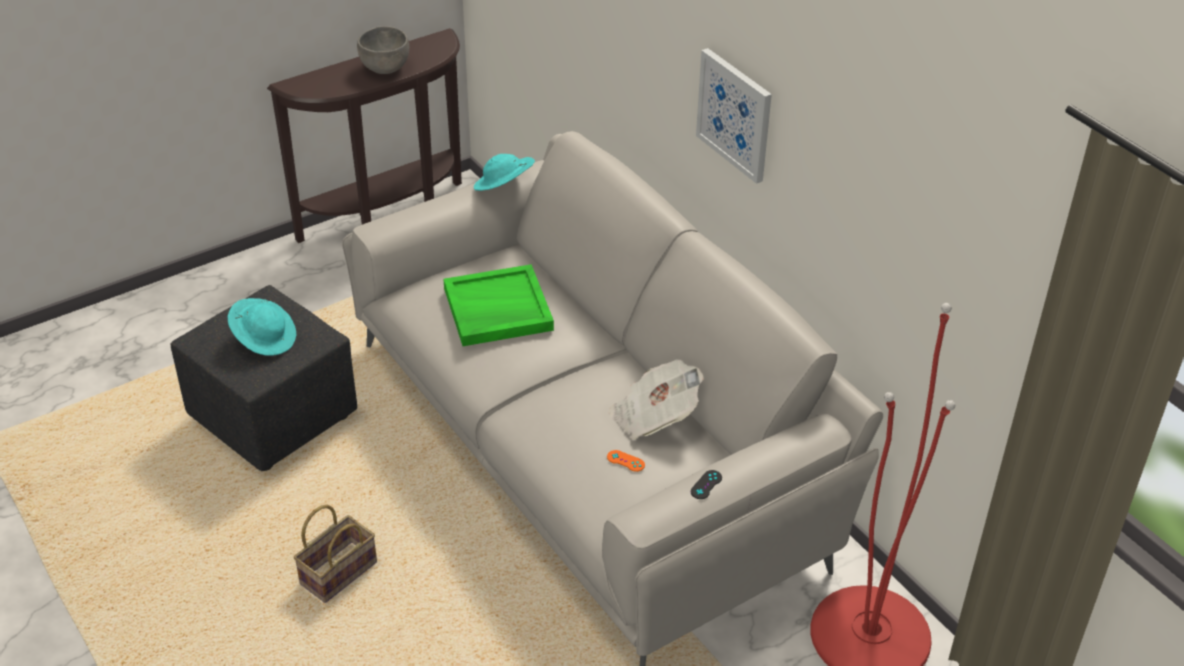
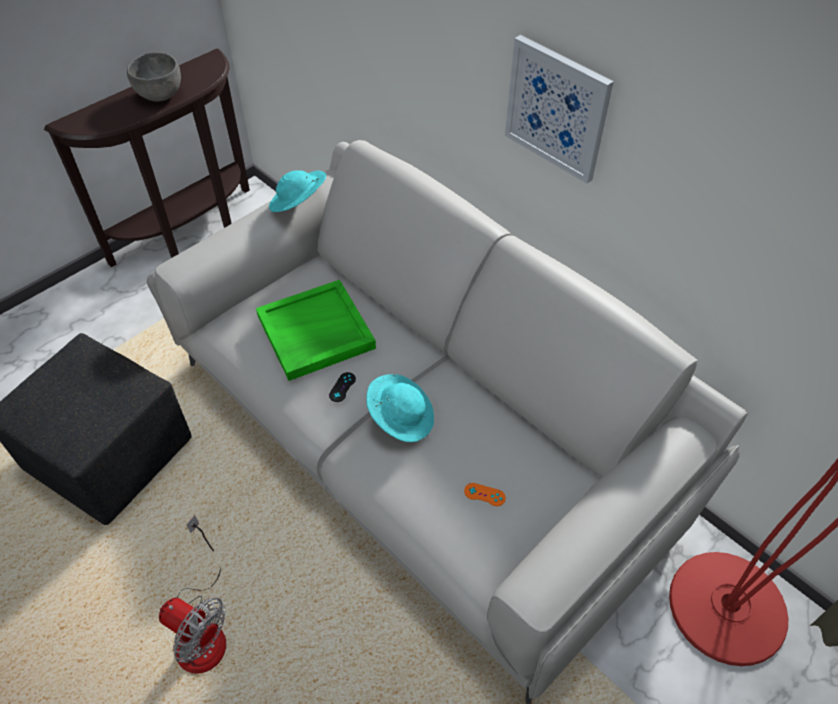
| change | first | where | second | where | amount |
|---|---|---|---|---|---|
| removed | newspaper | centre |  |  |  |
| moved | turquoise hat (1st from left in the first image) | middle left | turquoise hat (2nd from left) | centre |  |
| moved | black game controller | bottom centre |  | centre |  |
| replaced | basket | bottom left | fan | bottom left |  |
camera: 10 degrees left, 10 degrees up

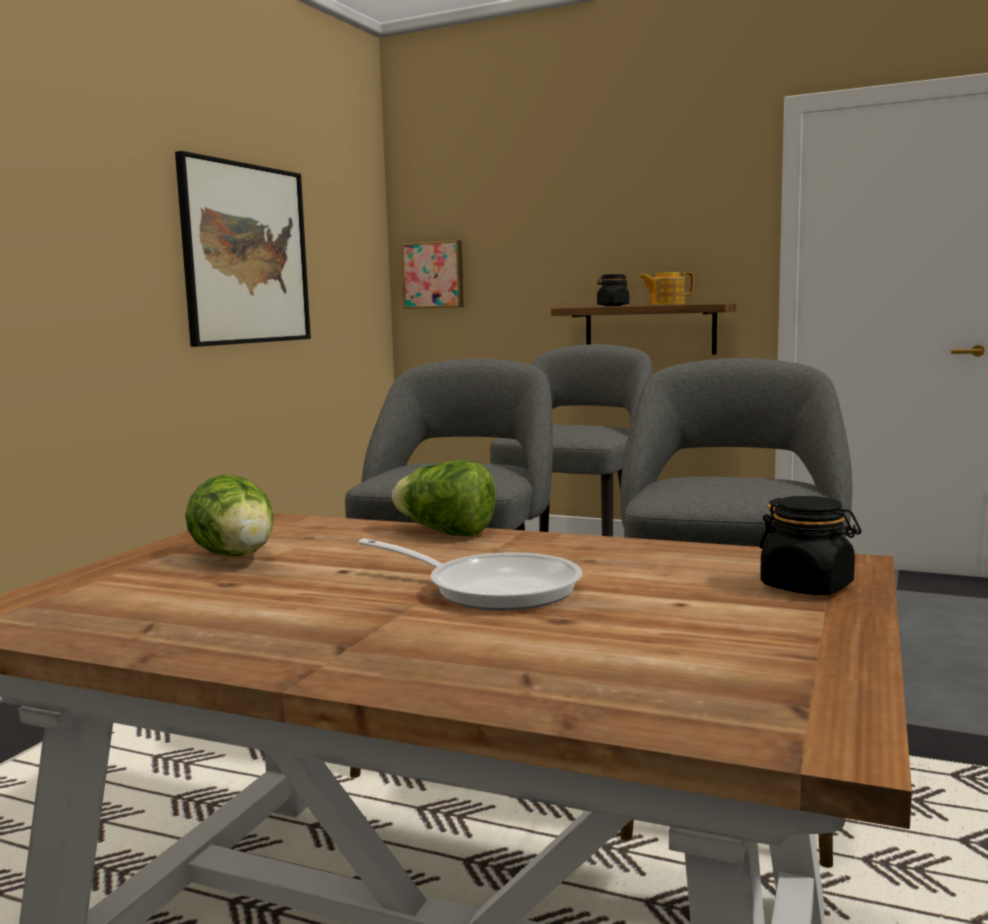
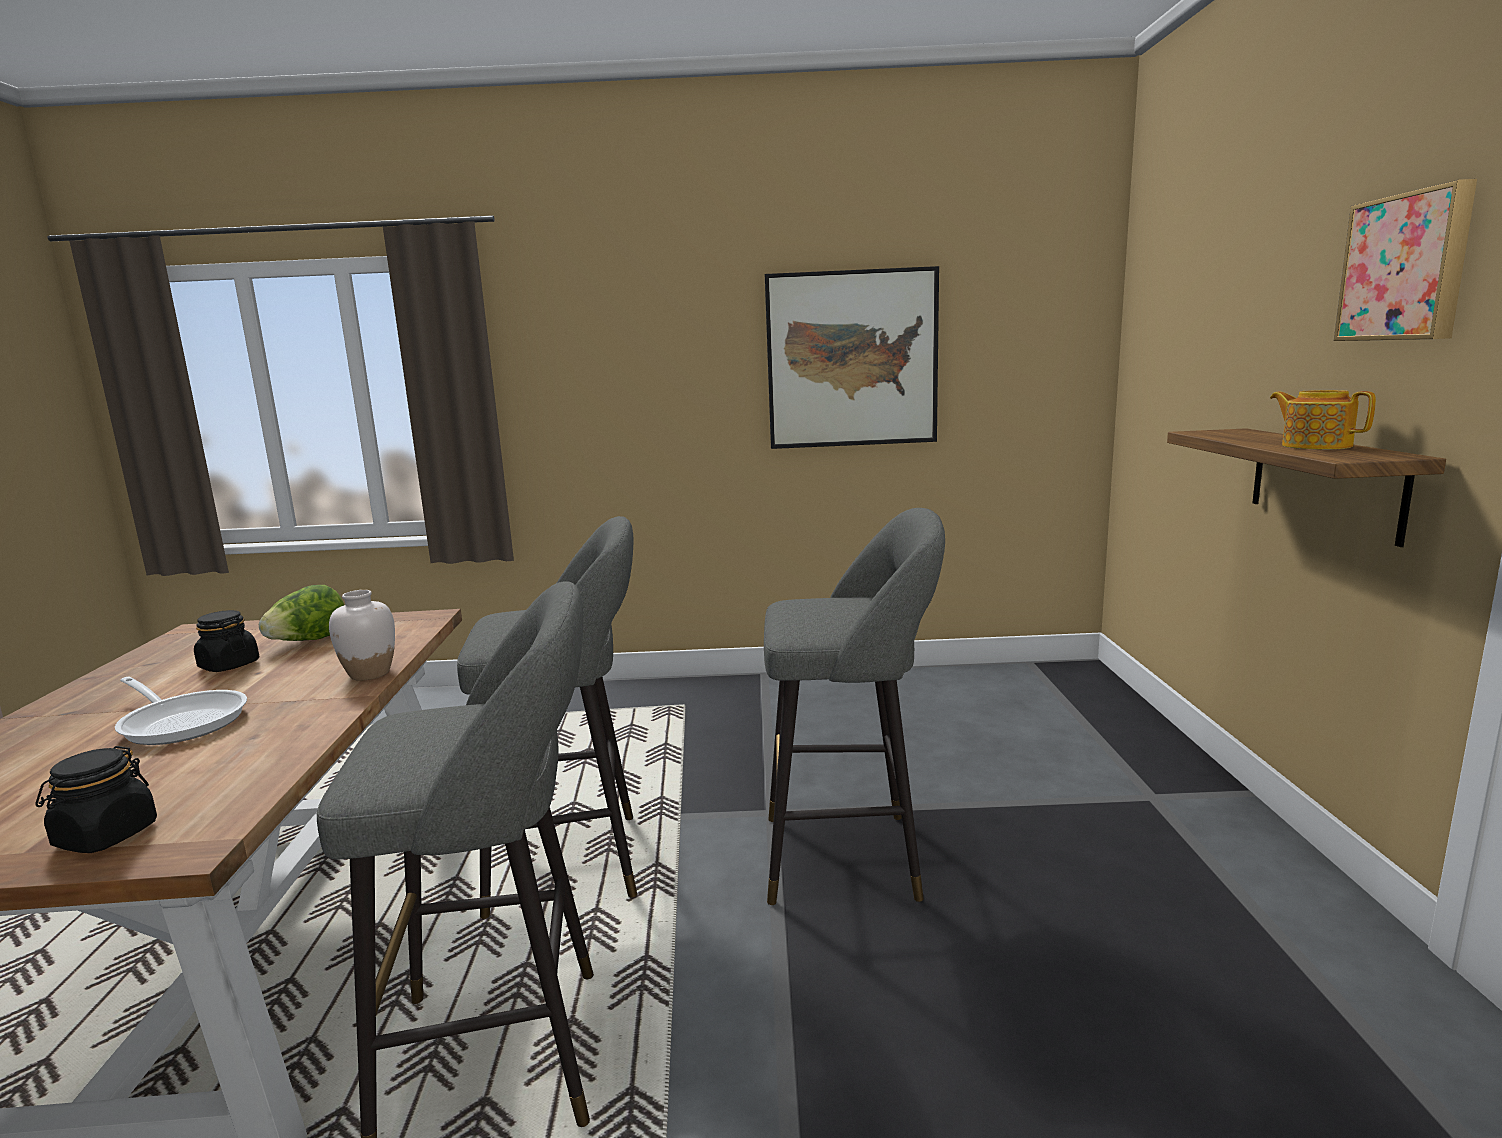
| change | first | where | second | where | amount |
|---|---|---|---|---|---|
| moved | picture (2nd from left) | top centre |  | top right |  |
| moved | black jar (1st from left in the first image) | top centre | black jar (2nd from left) | middle left |  |
| replaced | lettuce (2nd from left) | centre | white vase | middle left |  |
| turned | frying pan | centre |  | middle left | 60 degrees counterclockwise |
camera: 65 degrees right, 5 degrees up

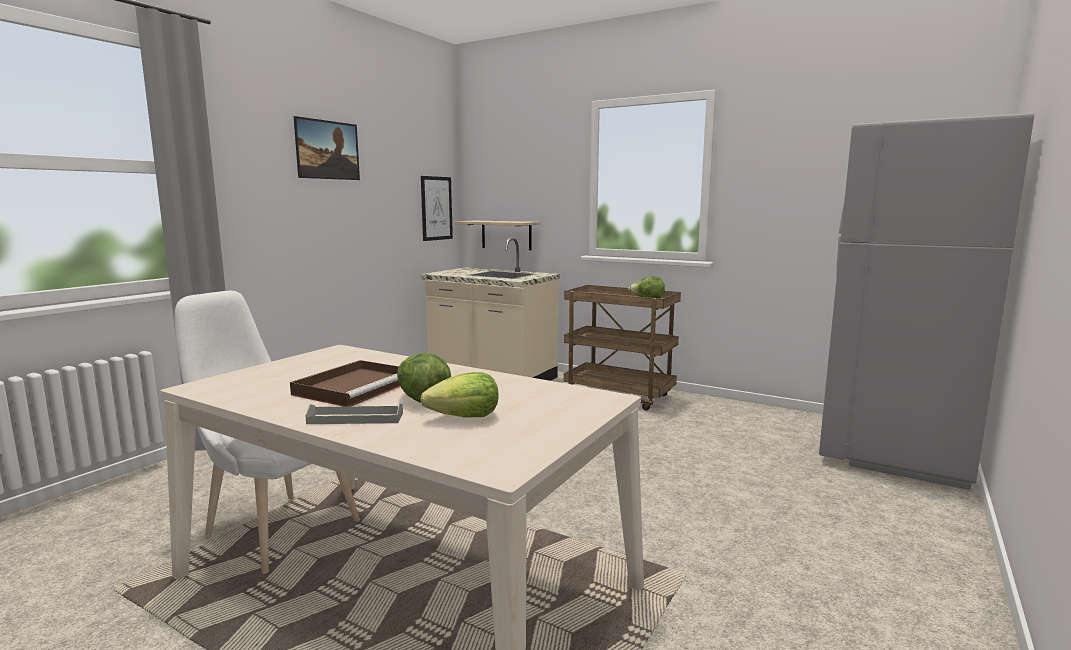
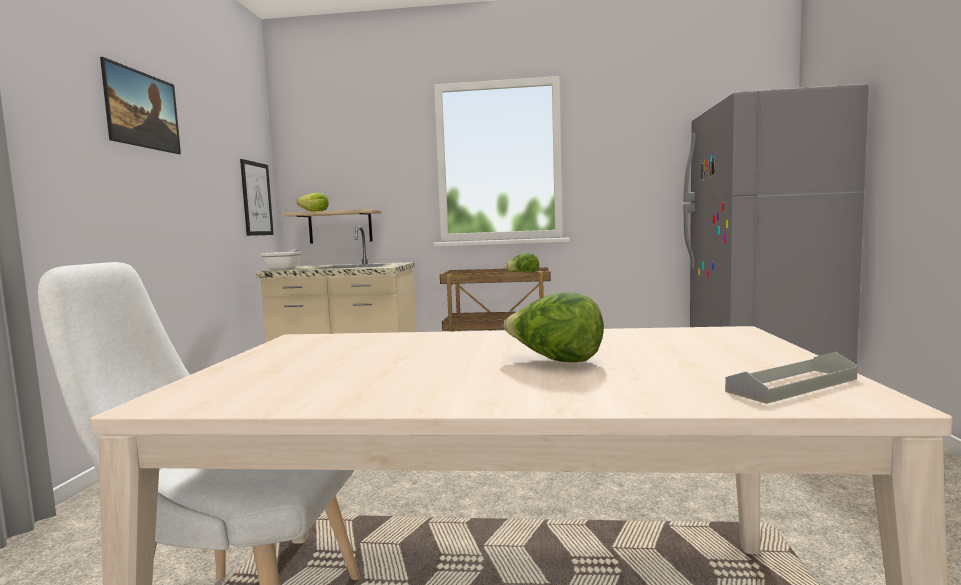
| change | first | where | second | where | amount |
|---|---|---|---|---|---|
| removed | brown tray | middle left |  |  |  |
| added |  |  | frying pan | middle left |  |
| moved | grey tray | middle left |  | middle right |  |
| moved | lettuce (2nd from left in the first image) | centre | lettuce (1st from left) | middle left |  |
camera: 25 degrees left, 5 degrees down

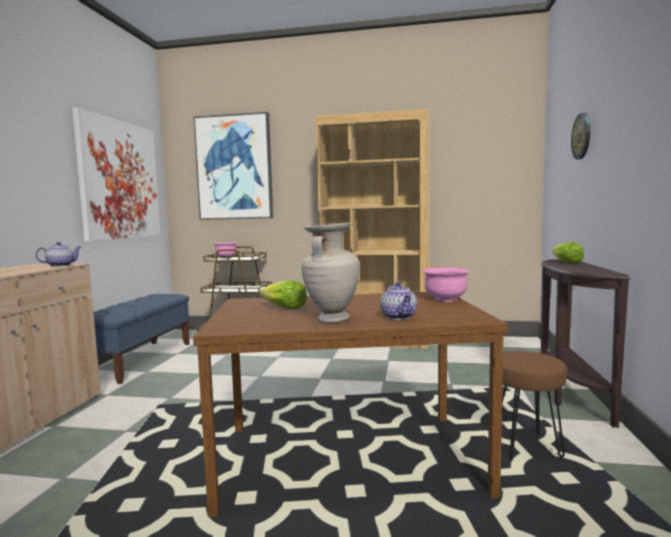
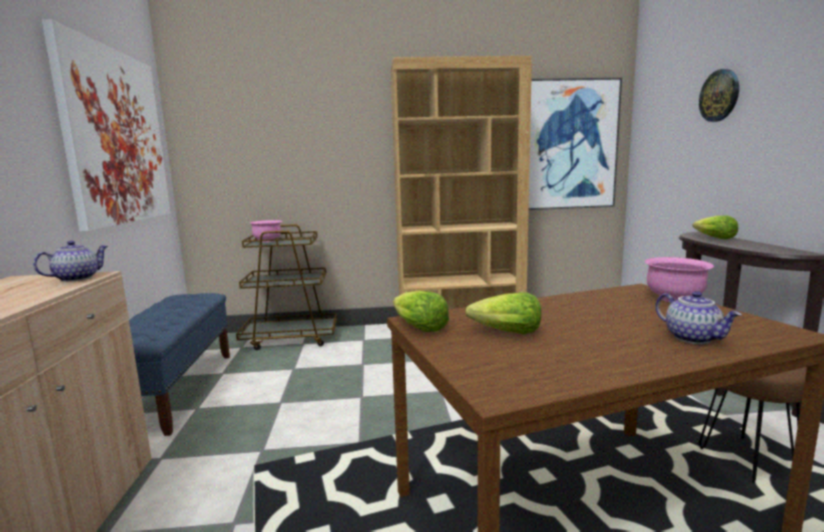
| change | first | where | second | where | amount |
|---|---|---|---|---|---|
| removed | beige vase | centre |  |  |  |
| added |  |  | lettuce (1st from left) | centre |  |
| moved | picture (2nd from left) | top centre |  | top right |  |
camera: 15 degrees left, 5 degrees up

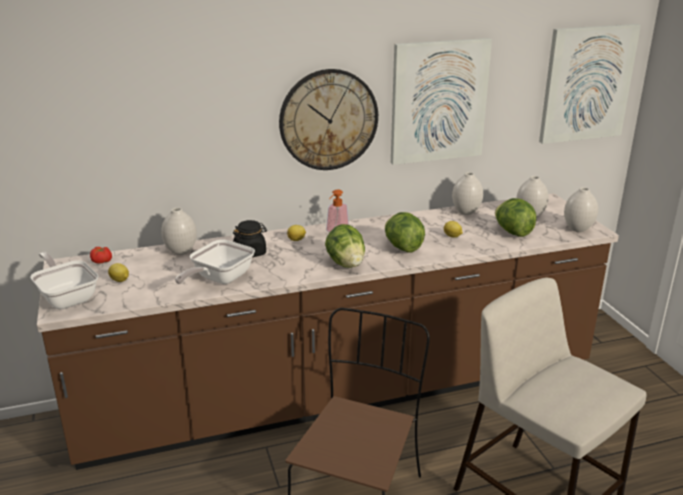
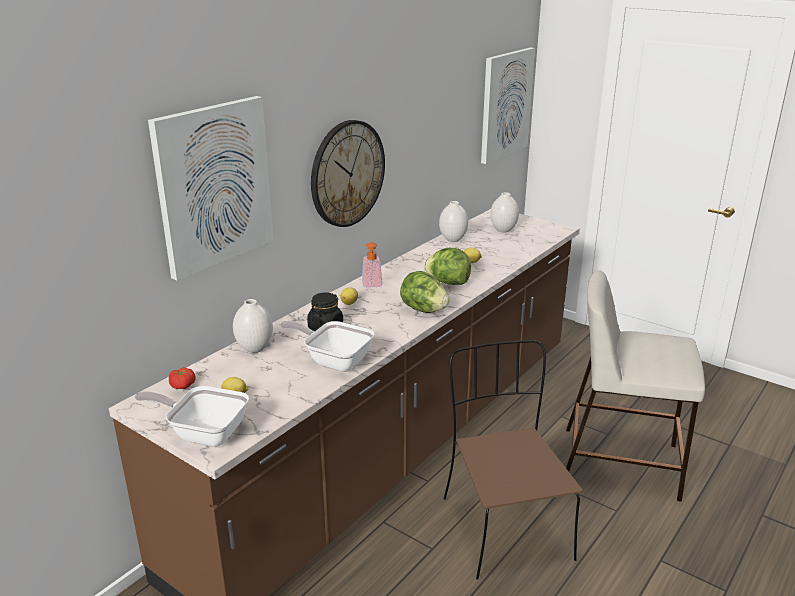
| change | first | where | second | where | amount |
|---|---|---|---|---|---|
| removed | lettuce (3rd from left) | middle right |  |  |  |
| removed | white vase (4th from left) | middle right |  |  |  |
| moved | picture (1st from left) | top centre |  | top left |  |
| turned | frying pan (2nd from left) | middle left |  | centre | 120 degrees clockwise |
camera: 35 degrees left, 0 degrees up

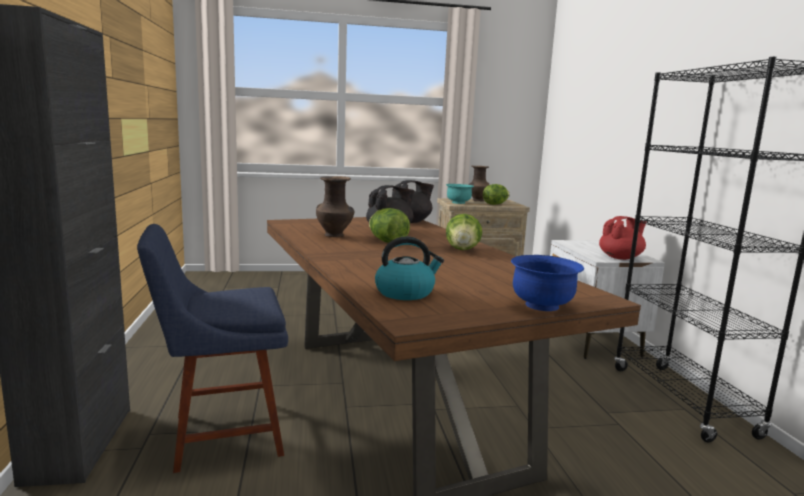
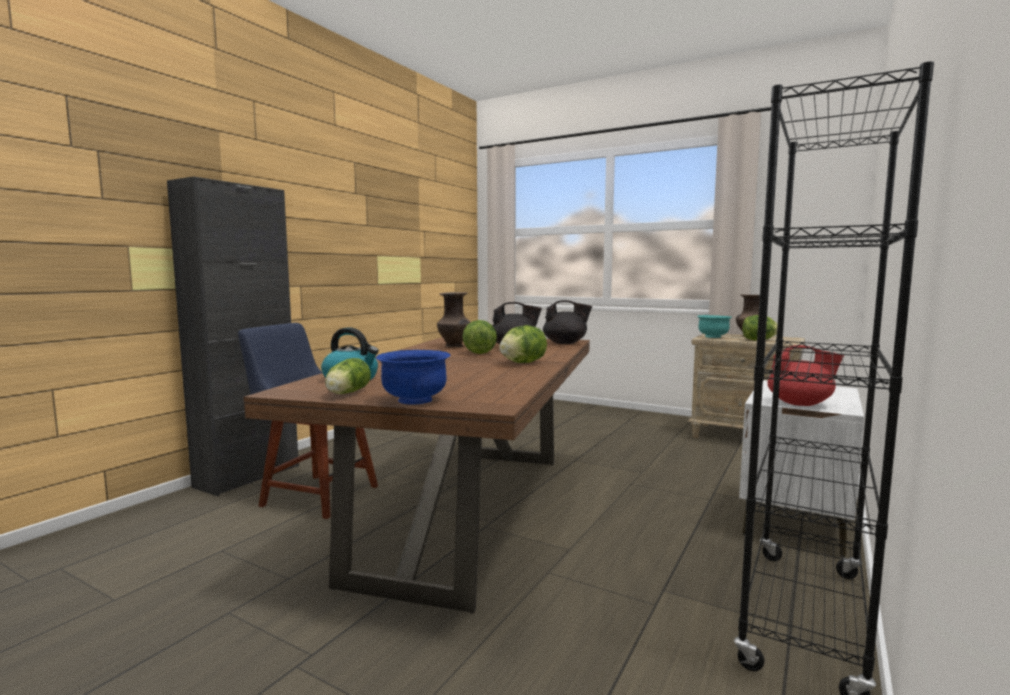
| change | first | where | second | where | amount |
|---|---|---|---|---|---|
| added |  |  | lettuce (1st from left) | centre |  |
camera: 40 degrees right, 5 degrees down

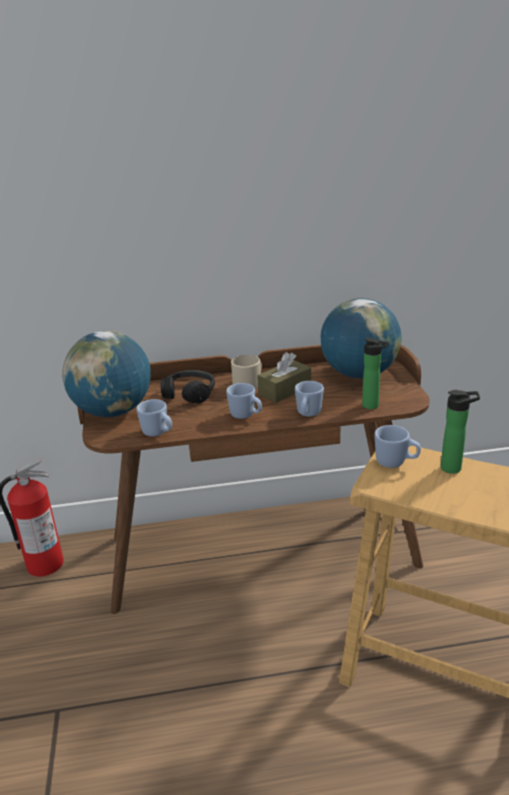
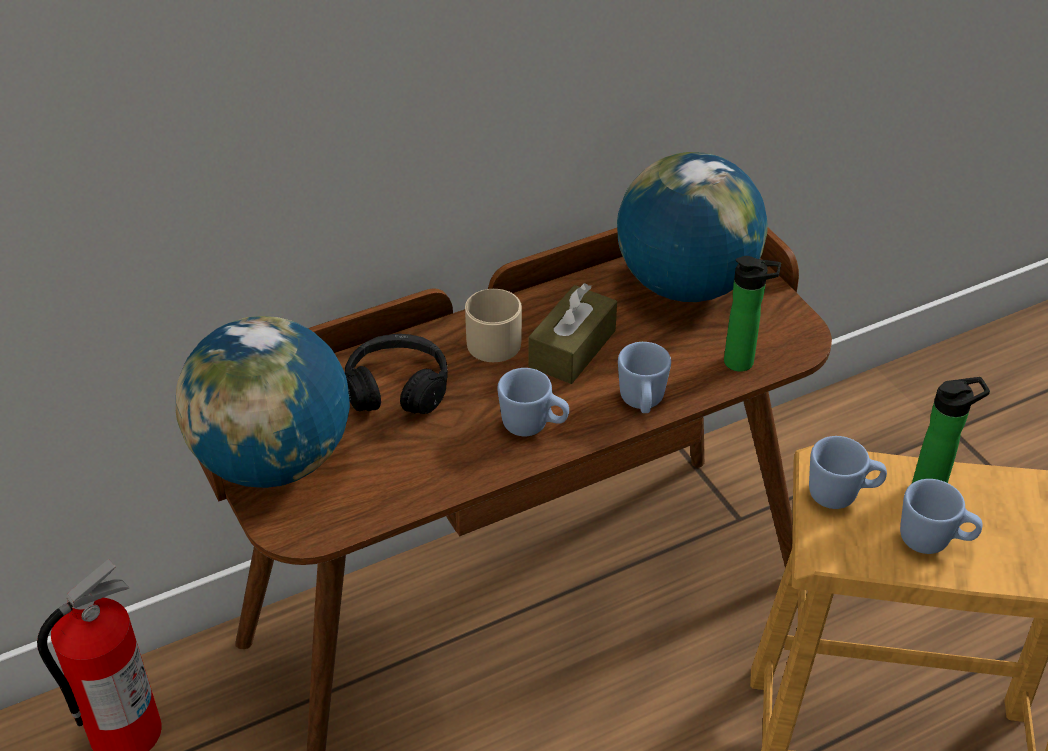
| change | first | where | second | where | amount |
|---|---|---|---|---|---|
| moved | blue mug (1st from left in the first image) | middle left | blue mug (4th from left) | bottom right |  |
camera: 20 degrees left, 15 degrees up

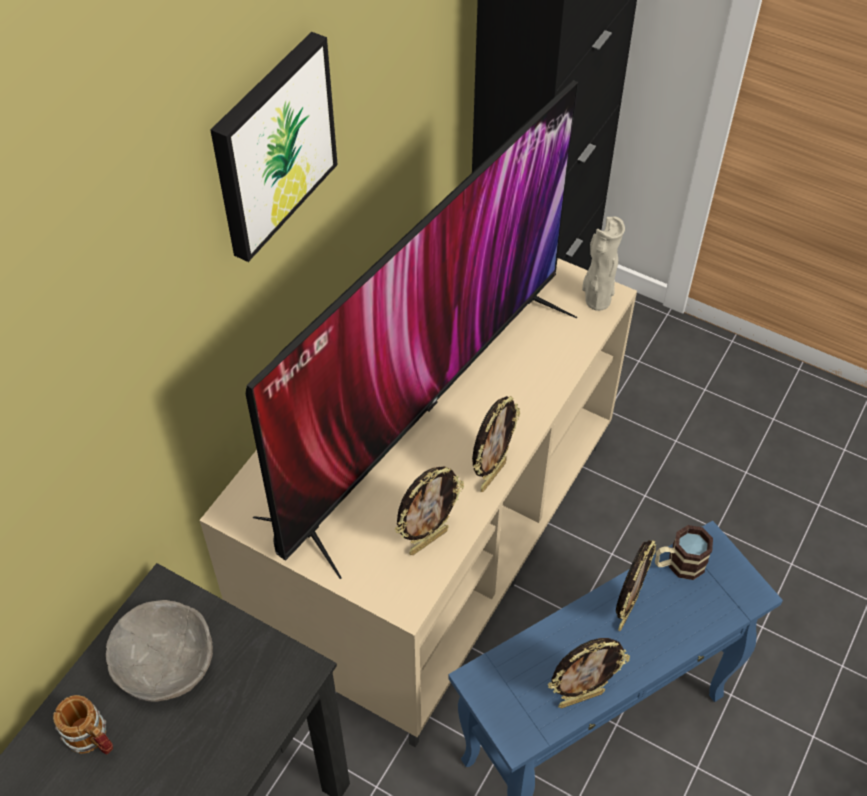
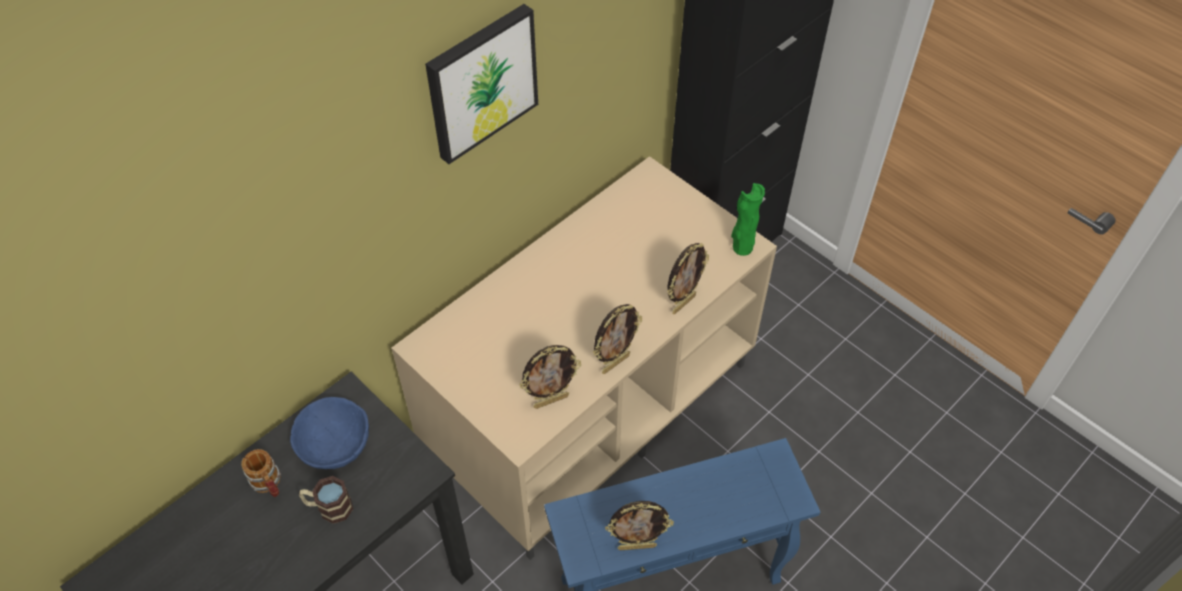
| change | first | where | second | where | amount |
|---|---|---|---|---|---|
| removed | television | centre |  |  |  |
| moved | picture frame (4th from left) | bottom right |  | centre |  |
| moved | mug (2nd from left) | bottom right |  | bottom left |  |
| recoloured | grey bowl | bottom left | blue bowl | bottom left |  |
| recoloured | beige vase | top right | green vase | centre |  |
camera: 15 degrees right, 0 degrees up

